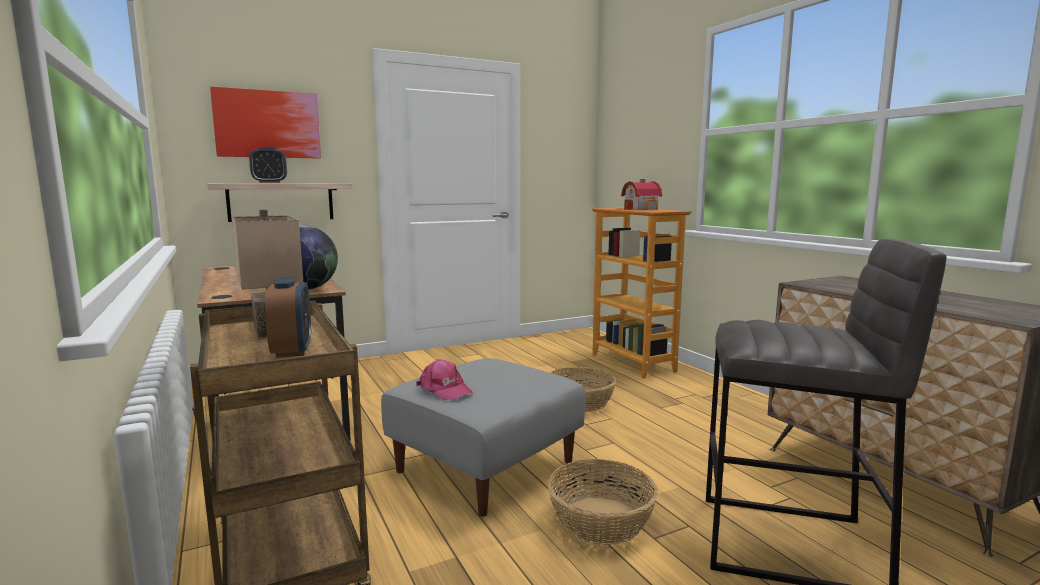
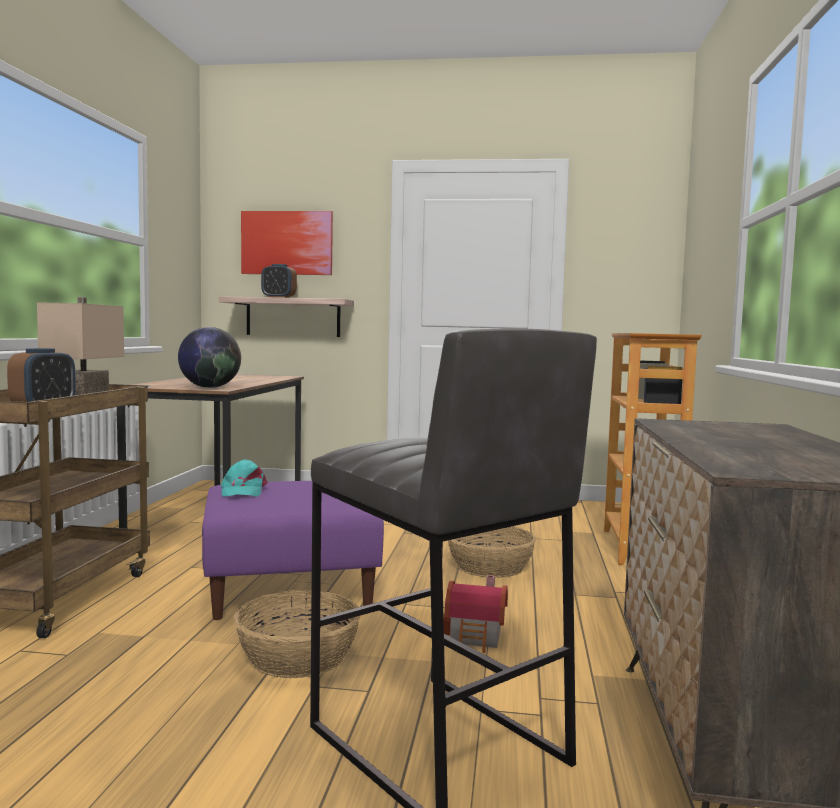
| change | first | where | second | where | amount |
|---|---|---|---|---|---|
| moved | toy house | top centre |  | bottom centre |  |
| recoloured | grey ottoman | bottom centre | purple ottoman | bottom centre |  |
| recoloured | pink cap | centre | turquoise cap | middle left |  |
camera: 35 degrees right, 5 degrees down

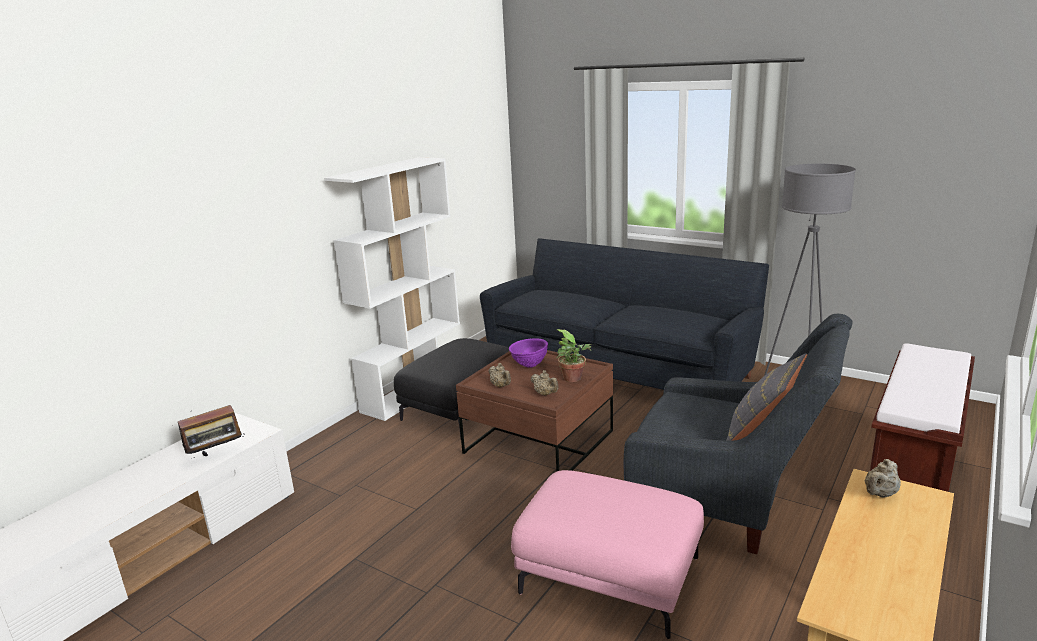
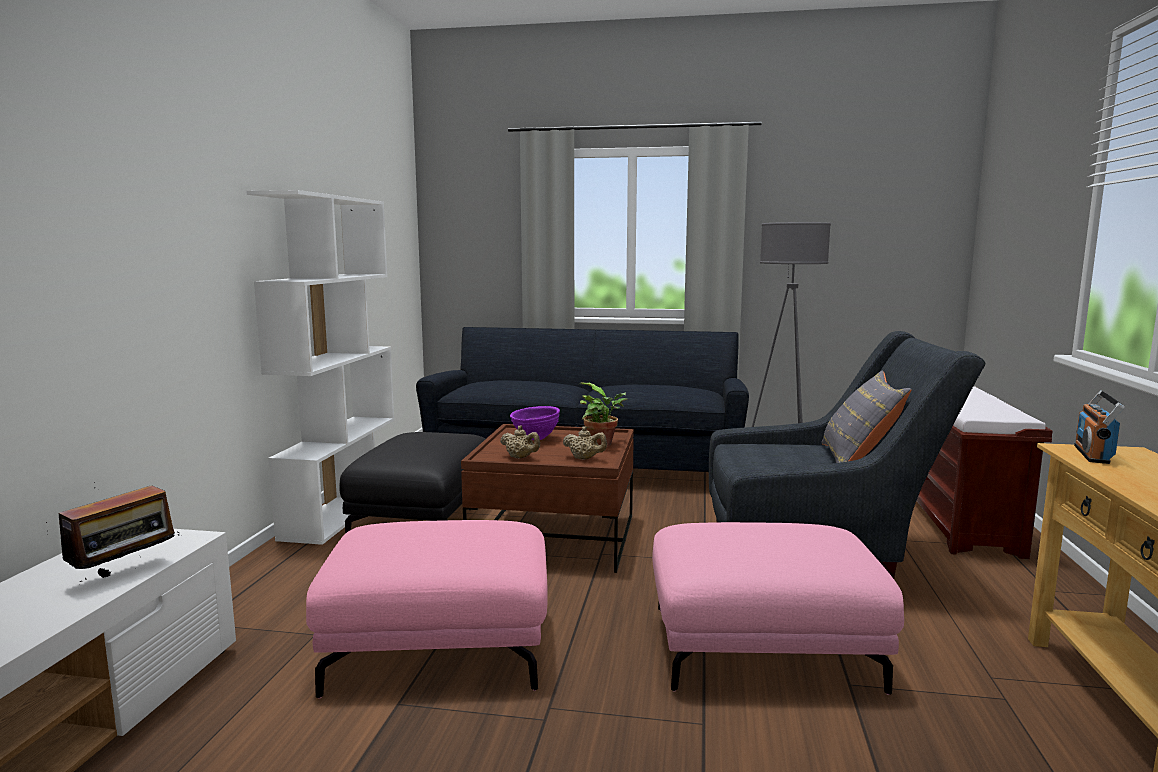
| change | first | where | second | where | amount |
|---|---|---|---|---|---|
| added |  |  | pink ottoman (1st from left) | bottom centre |  |
| replaced | beige teapot (3rd from left) | bottom right | radio (2nd from left) | middle right |  |
camera: 25 degrees left, 10 degrees down

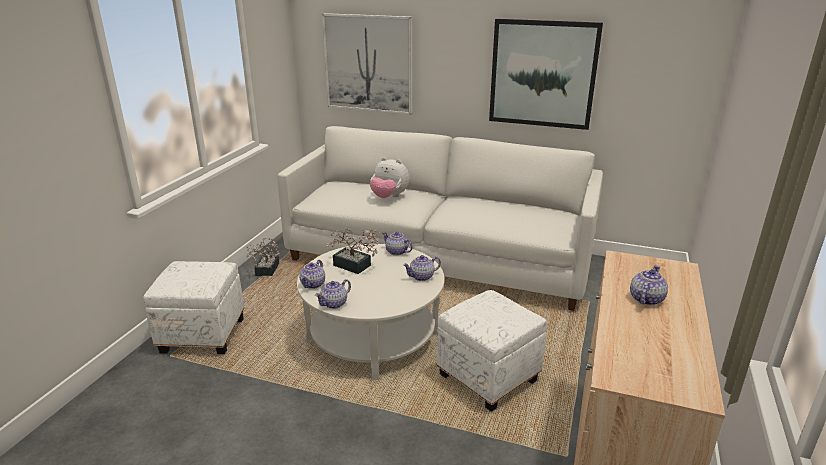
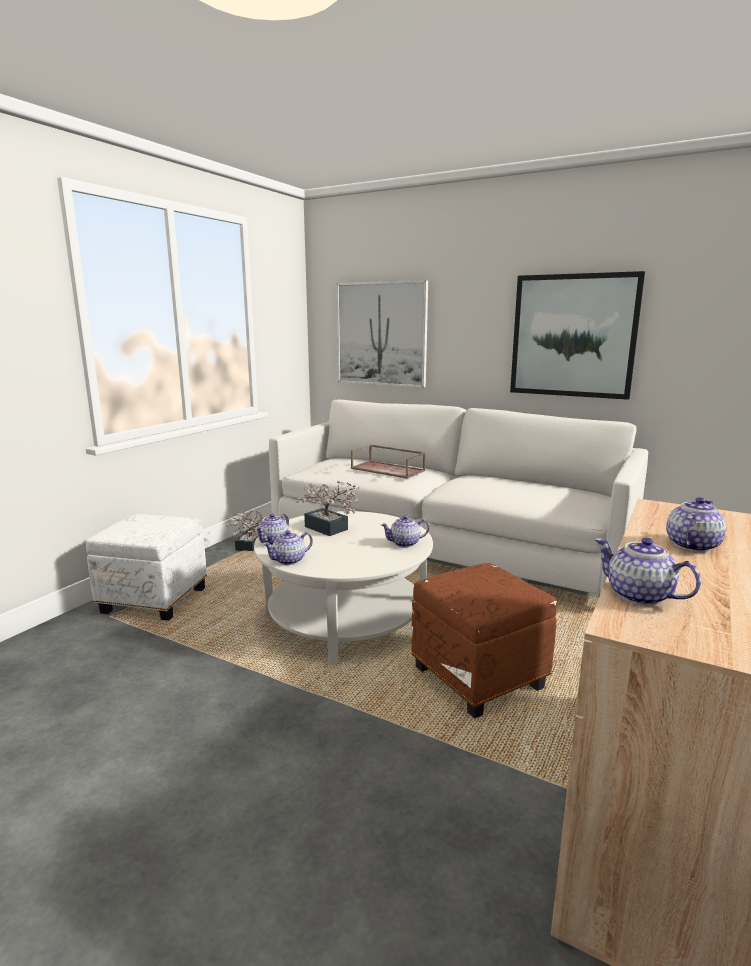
| change | first | where | second | where | amount |
|---|---|---|---|---|---|
| moved | teapot (3rd from left in the first image) | centre | teapot (4th from left) | middle right |  |
| replaced | plush toy | centre | brown tray | centre |  |
| recoloured | white ottoman (2nd from left) | bottom centre | brown ottoman | centre |  |
camera: 10 degrees right, 10 degrees down

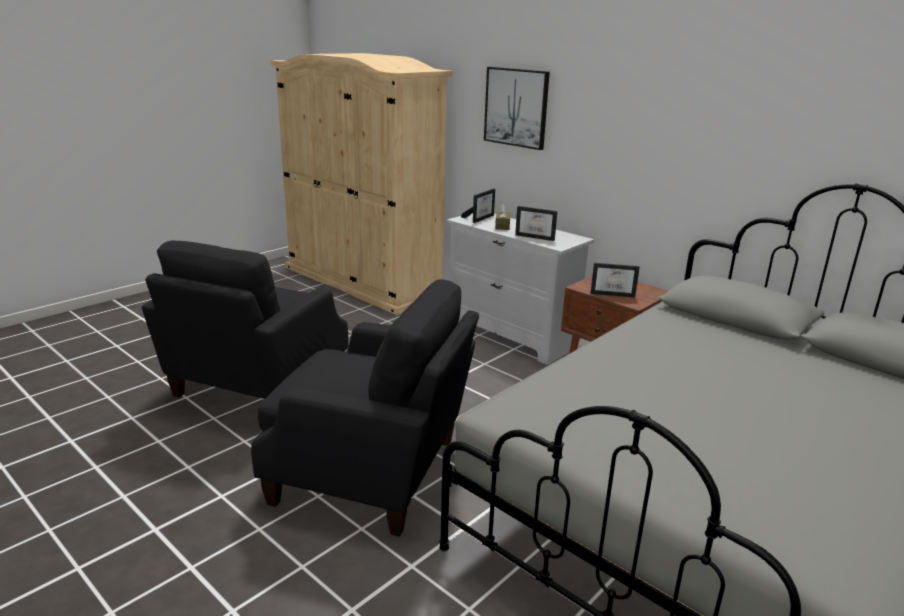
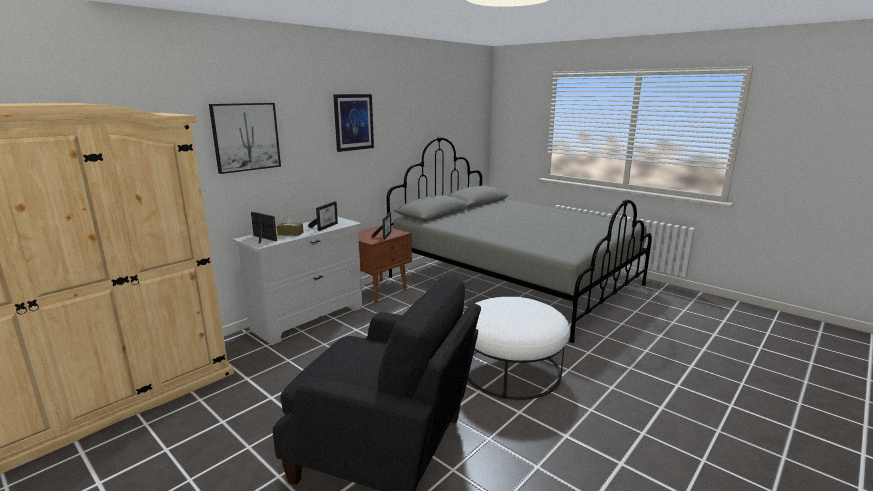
| change | first | where | second | where | amount |
|---|---|---|---|---|---|
| added |  |  | picture (2nd from left) | top centre |  |
| replaced | black armchair (2nd from left) | centre | white ottoman | bottom centre |  |
camera: 90 degrees left, 5 degrees down

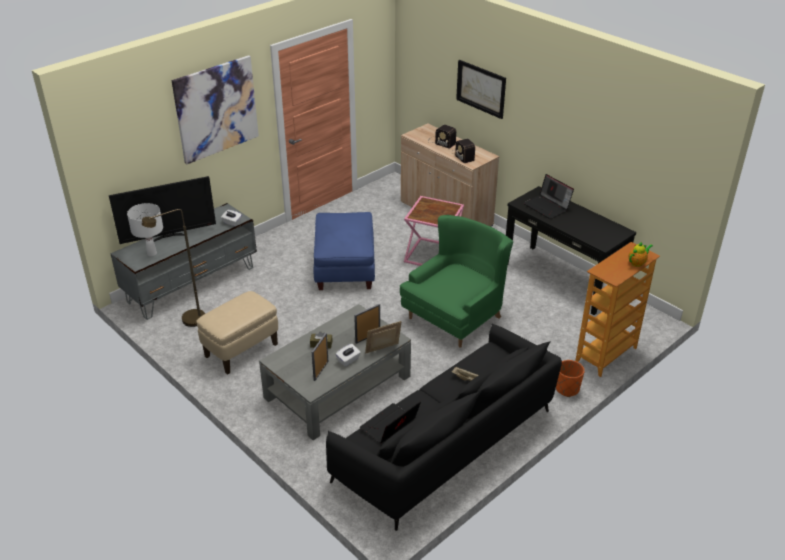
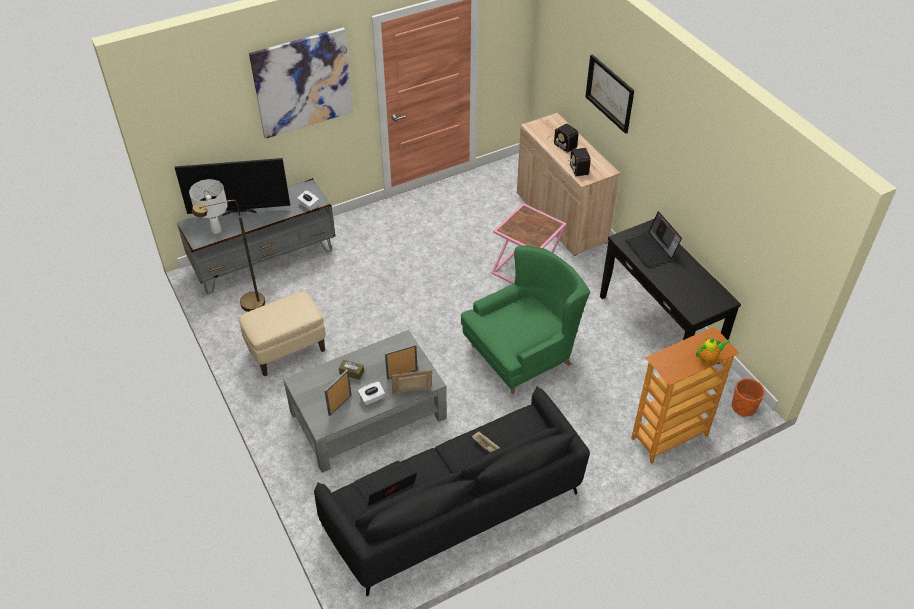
| change | first | where | second | where | amount |
|---|---|---|---|---|---|
| removed | blue ottoman | centre |  |  |  |
| moved | orange planter | bottom right |  | middle right |  |
camera: 15 degrees right, 10 degrees up

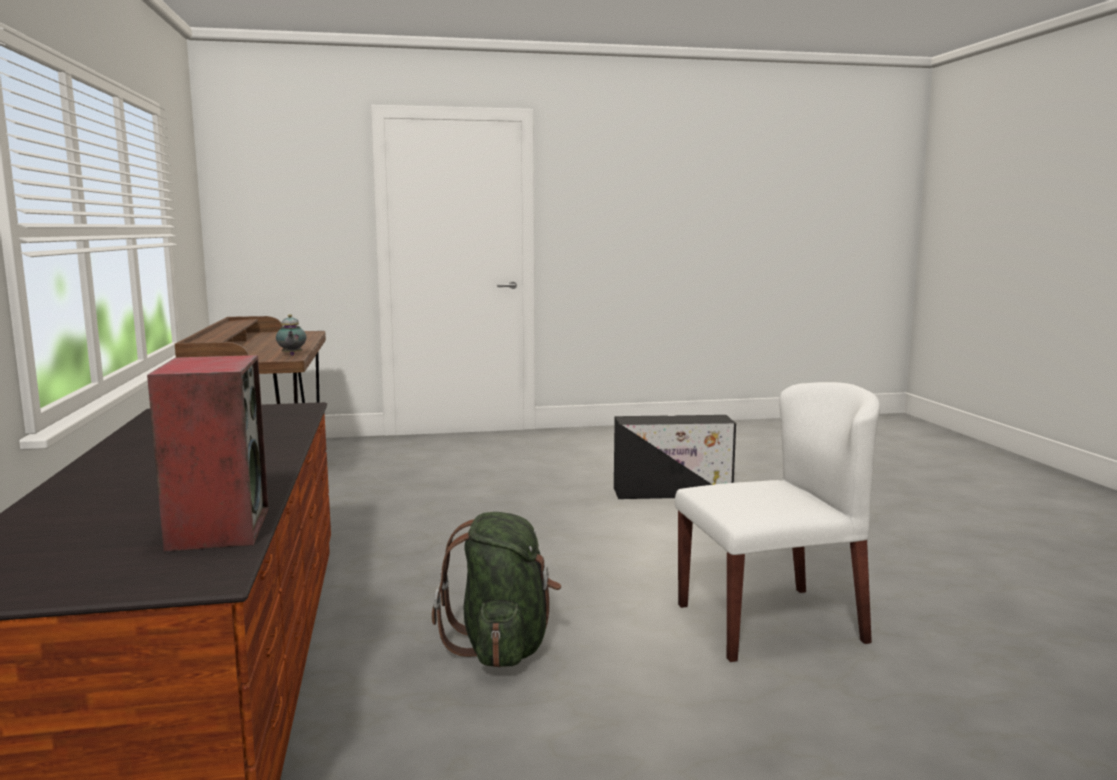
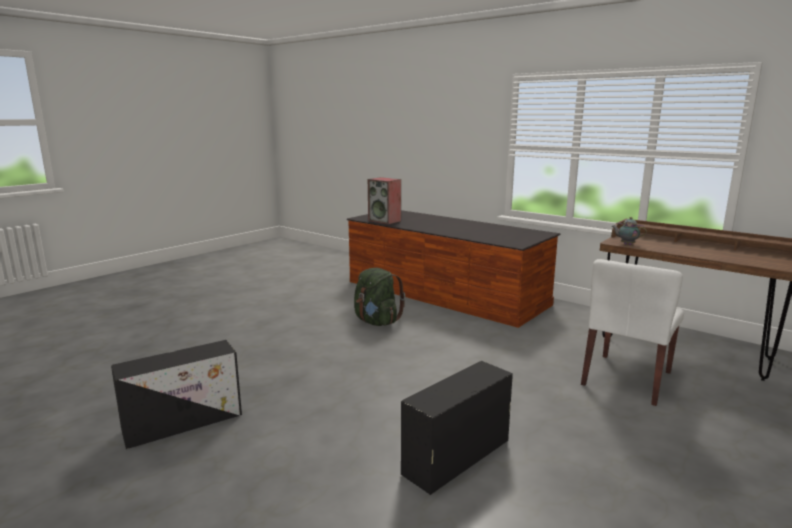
| change | first | where | second | where | amount |
|---|---|---|---|---|---|
| added |  |  | black storage box (1st from left) | bottom left |  |
| moved | white chair | bottom right |  | middle right |  |
camera: 140 degrees right, 5 degrees up

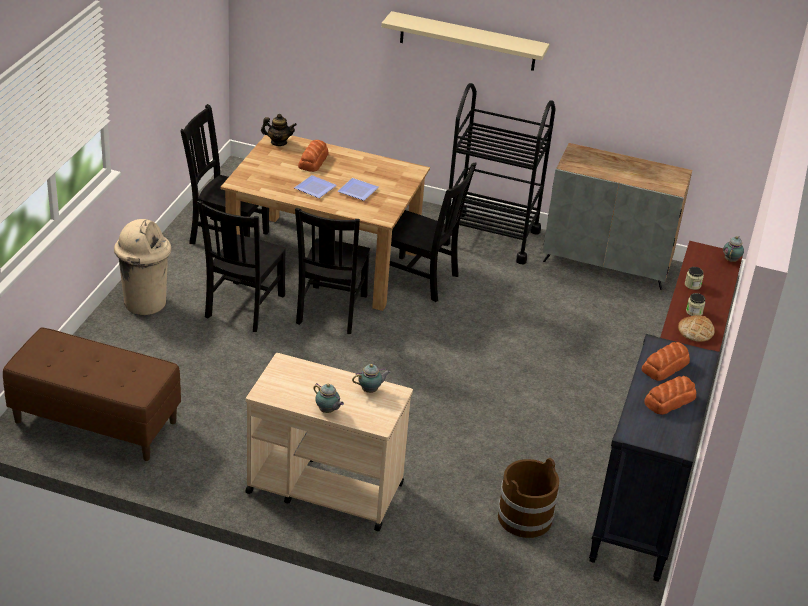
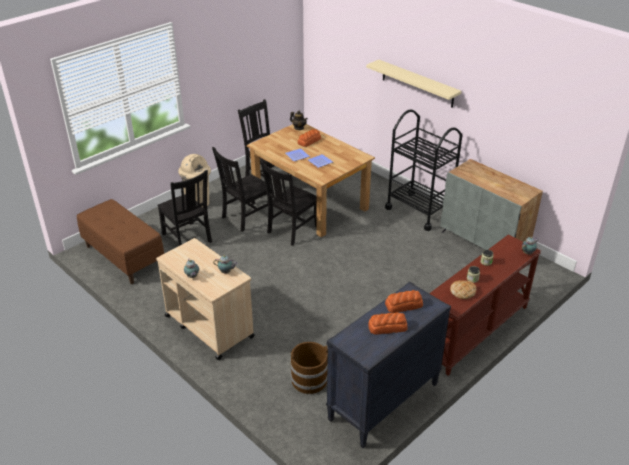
| change | first | where | second | where | amount |
|---|---|---|---|---|---|
| moved | black chair (4th from left in the first image) | centre | black chair (1st from left) | middle left |  |
camera: 30 degrees right, 0 degrees up

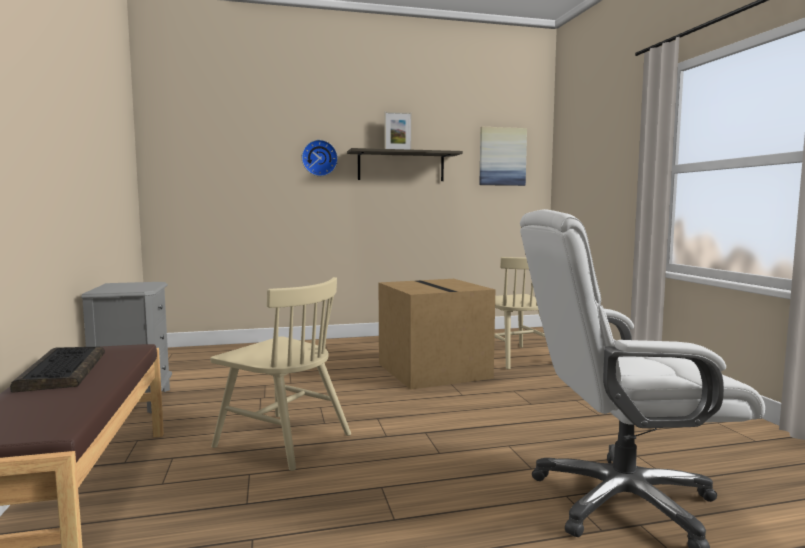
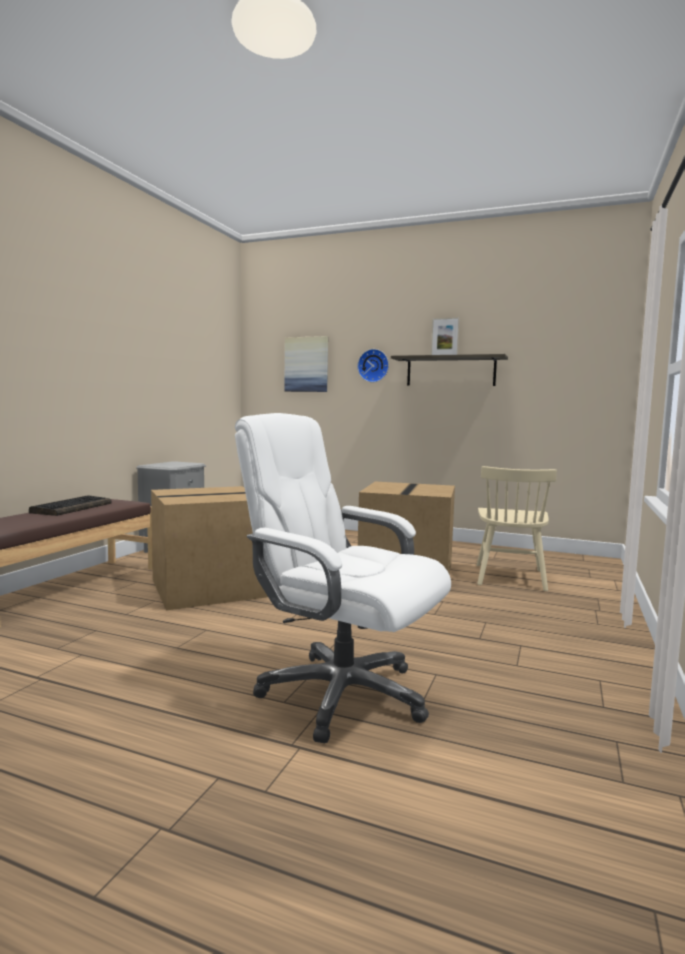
| change | first | where | second | where | amount |
|---|---|---|---|---|---|
| moved | picture | top centre |  | centre |  |
| replaced | beige chair (1st from left) | bottom centre | cardboard box (1st from left) | middle left |  |
camera: 35 degrees right, 0 degrees up

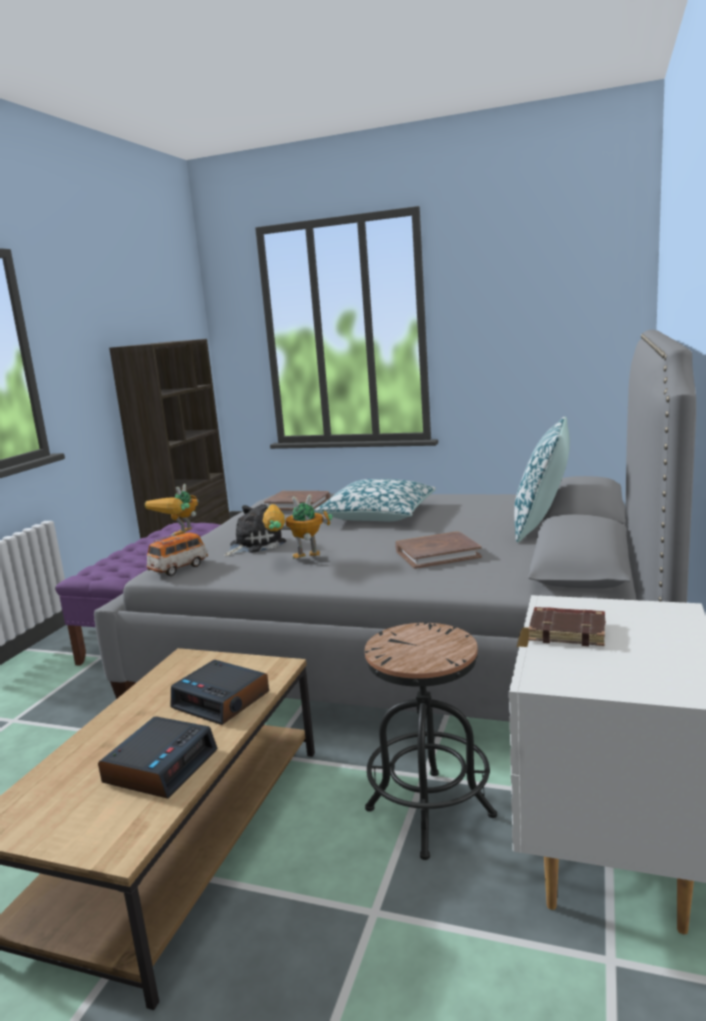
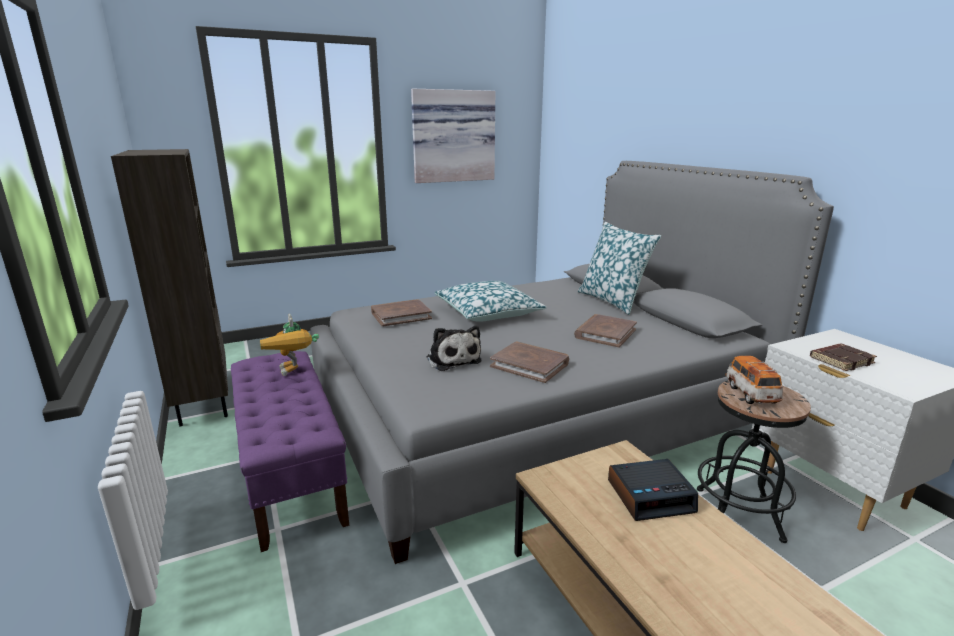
| change | first | where | second | where | amount |
|---|---|---|---|---|---|
| removed | alarm clock (1st from left) | bottom left |  |  |  |
| added |  |  | picture | top centre |  |
| moved | toy car | middle left |  | middle right |  |
| replaced | toy robot (2nd from left) | centre | brown book (2nd from left) | centre |  |
| turned | plush toy | centre |  | centre | 150 degrees clockwise |
camera: 45 degrees left, 5 degrees up

